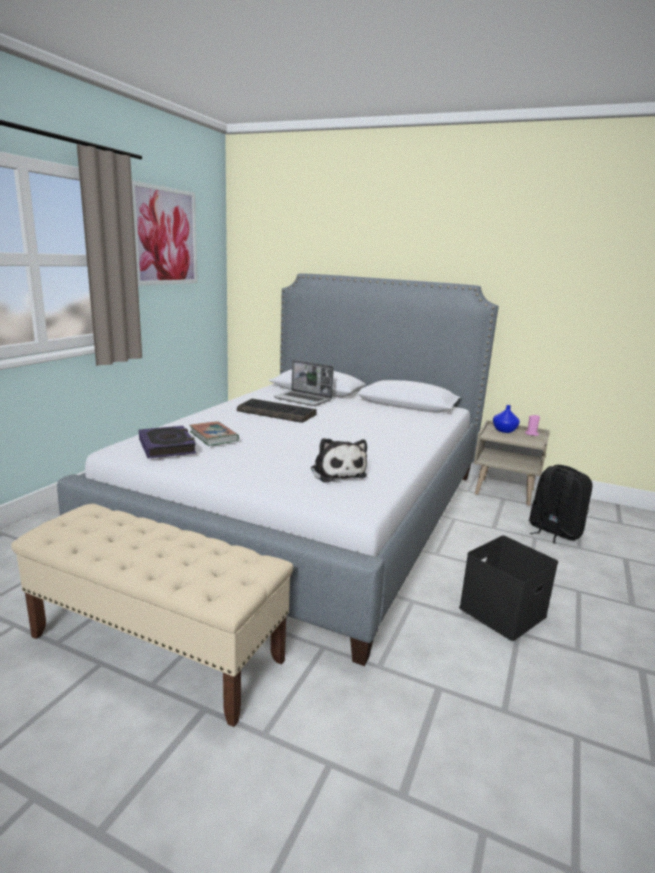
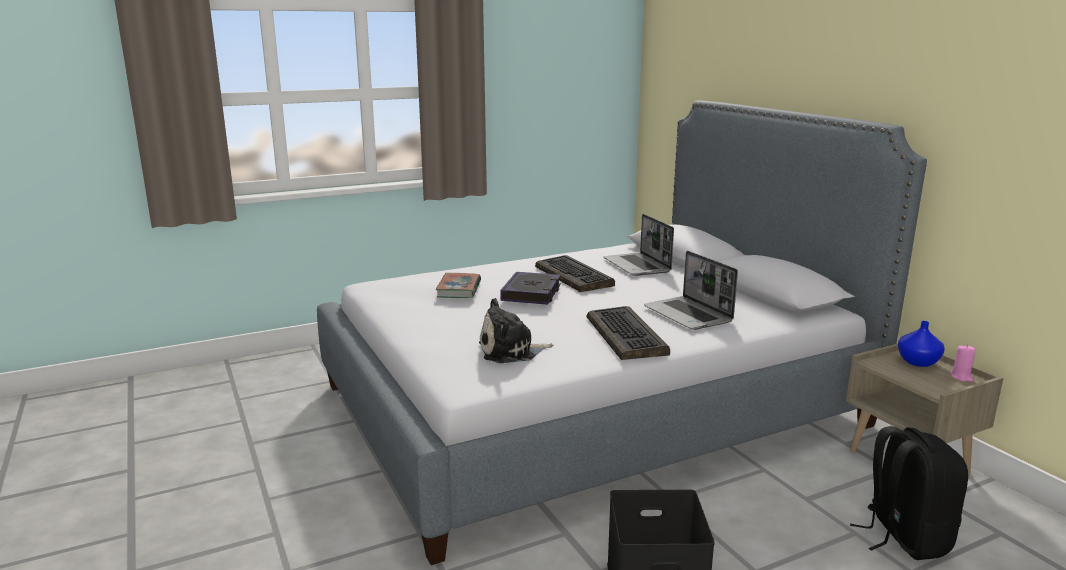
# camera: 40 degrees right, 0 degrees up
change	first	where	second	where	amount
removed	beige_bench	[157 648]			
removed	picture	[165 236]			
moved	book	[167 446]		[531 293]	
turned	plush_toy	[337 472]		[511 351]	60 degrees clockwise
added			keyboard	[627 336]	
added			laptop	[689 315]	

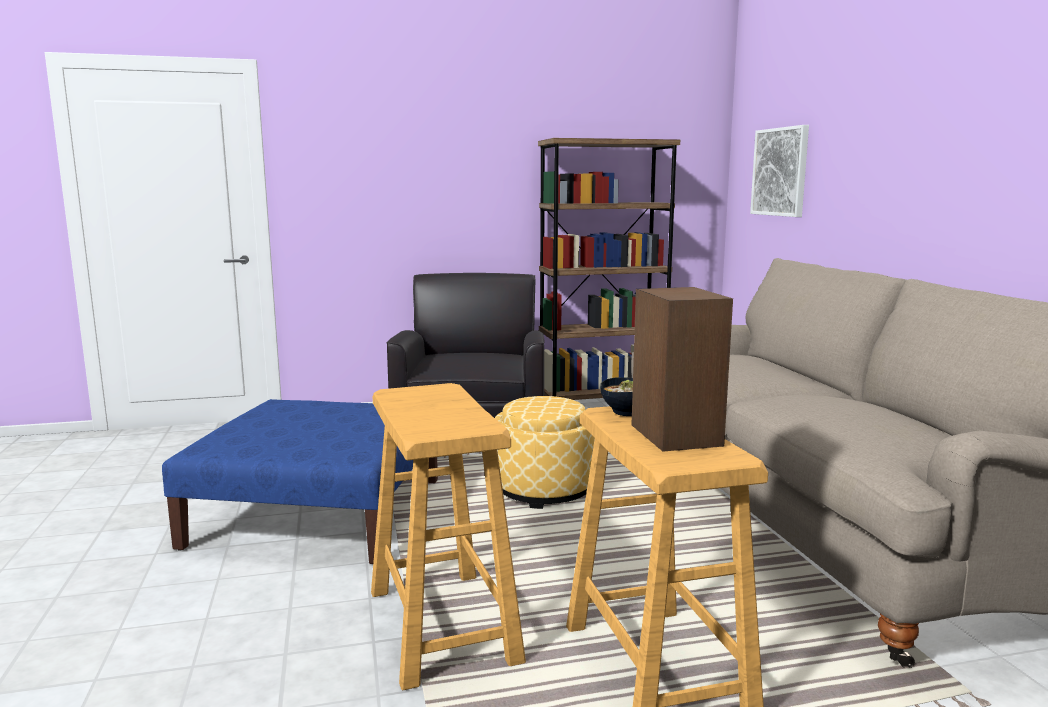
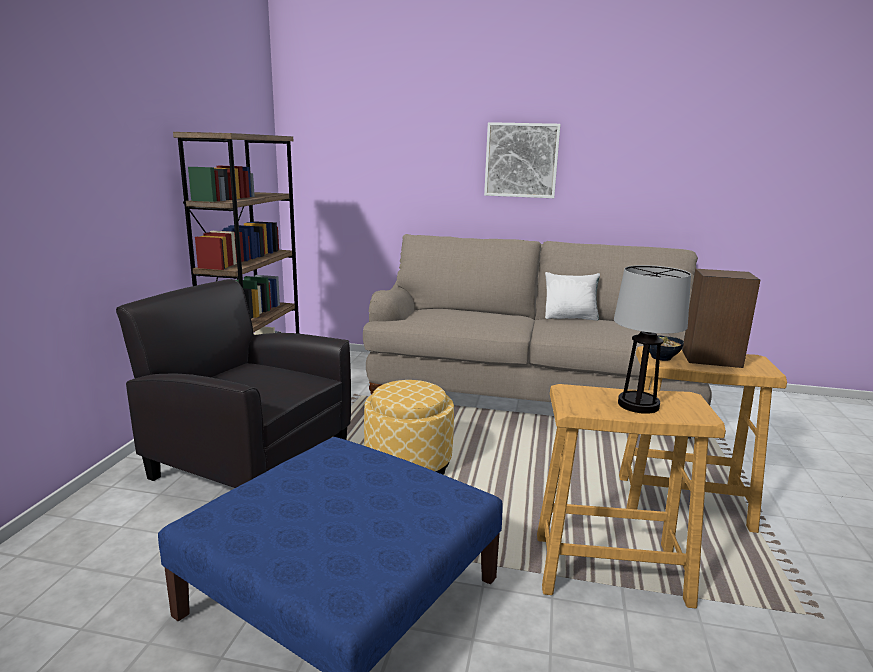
# camera: 65 degrees left, 5 degrees up
change	first	where	second	where	amount
moved	picture	[780 172]		[521 160]	
added			white_pillow	[570 318]	
added			table_lamp	[639 405]	

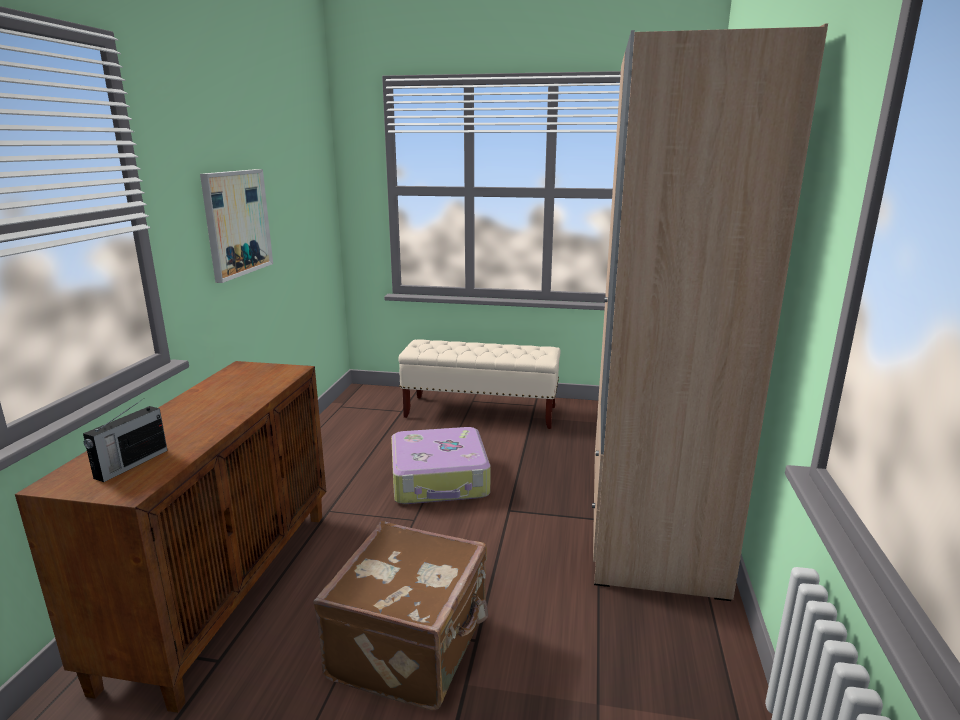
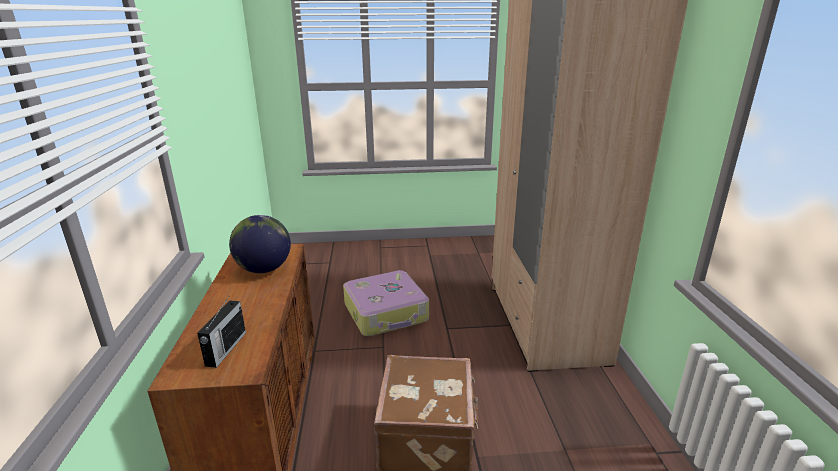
# camera: 15 degrees left, 5 degrees up
change	first	where	second	where	amount
removed	picture	[236 223]			
removed	beige_bench	[481 412]			
added			globe	[264 270]	

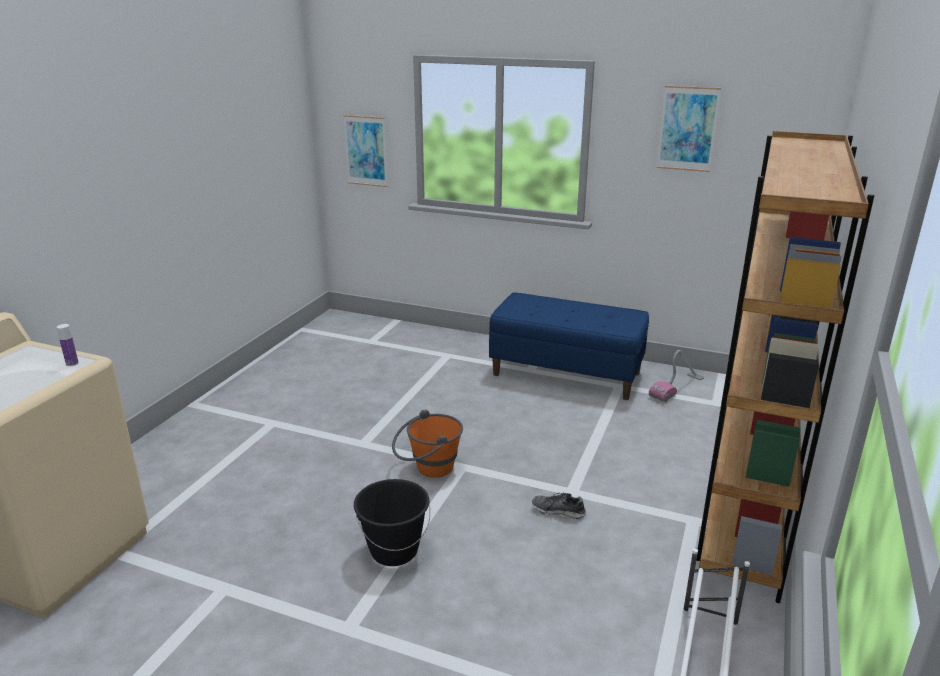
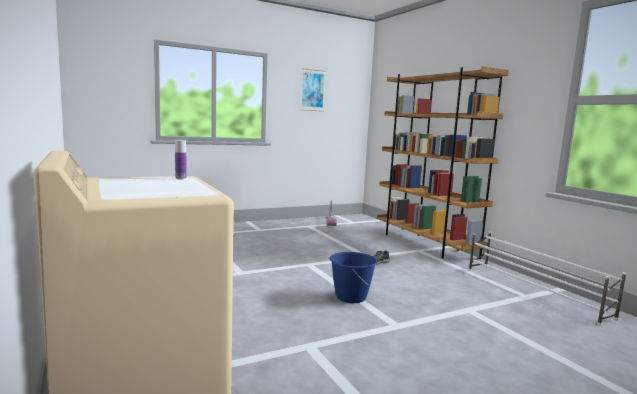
# camera: 50 degrees left, 15 degrees down
change	first	where	second	where	amount
removed	picture	[366 151]			
recoloured	black_bucket	[394 551]	blue_bucket	[350 297]	
removed	orange_bucket	[428 469]			
removed	blue_bench	[567 374]			

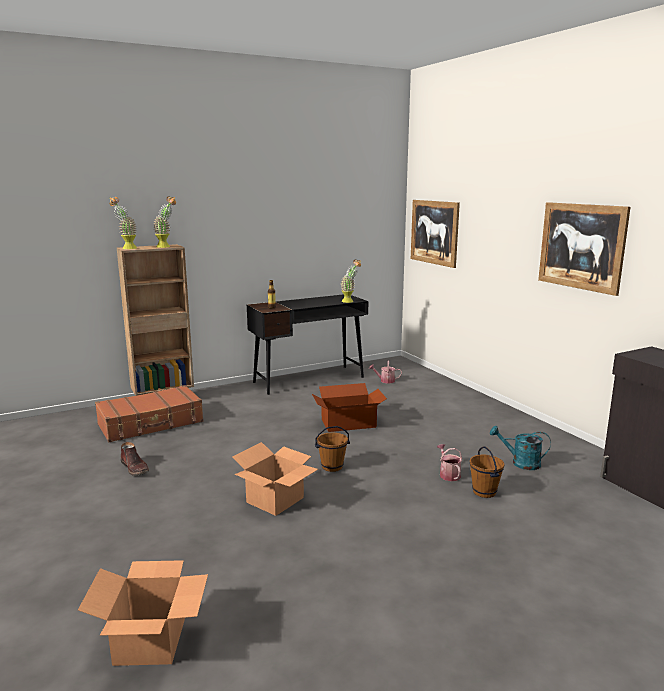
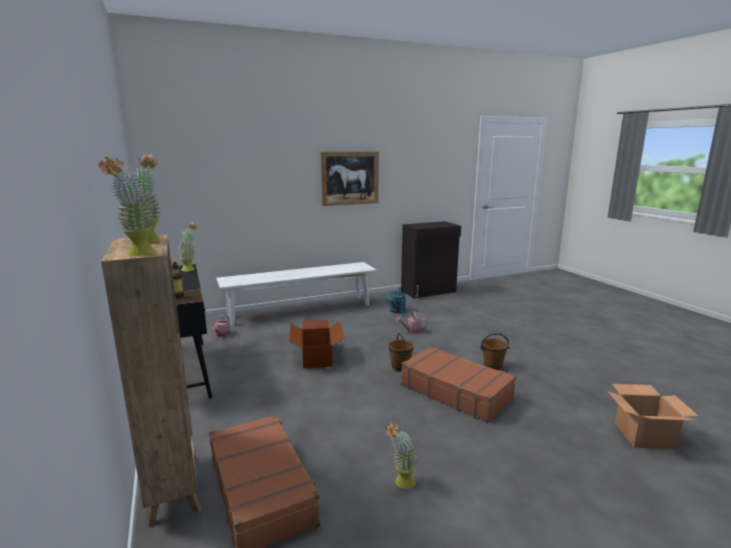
# camera: 85 degrees left, 0 degrees up
change	first	where	second	where	amount
replaced	brown_boot	[135 468]	potted_plant	[400 484]	
replaced	cardboard_box	[275 499]	brown_suitcase	[455 392]	
removed	picture	[434 232]			
moved	brown_bucket	[484 492]		[492 366]	
added			white_bench	[300 310]	

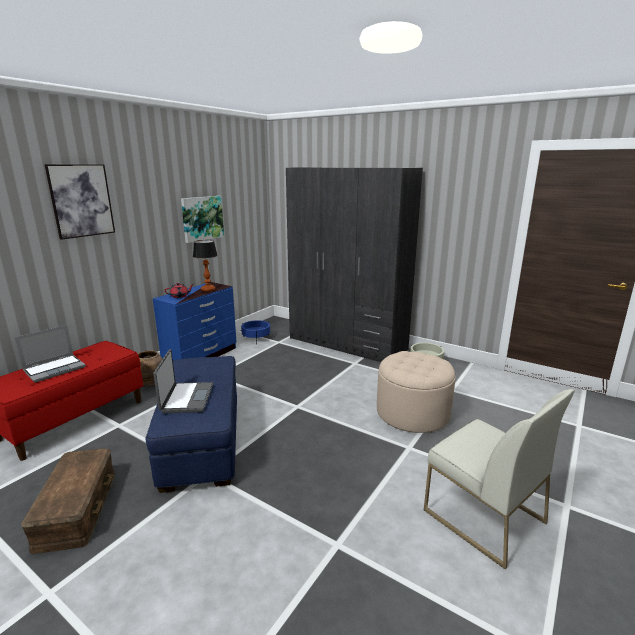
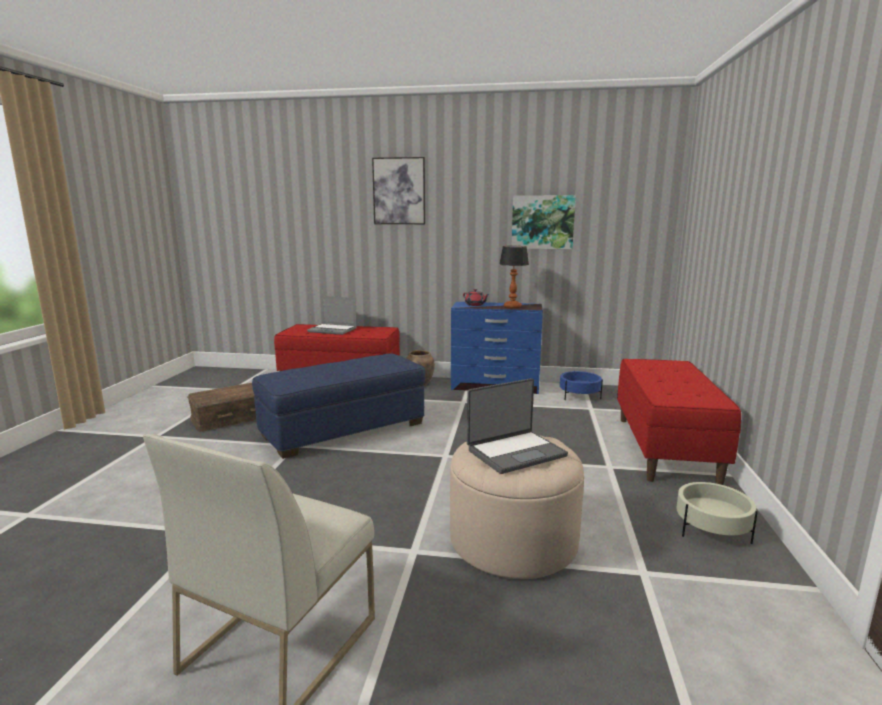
# camera: 65 degrees right, 5 degrees down
change	first	where	second	where	amount
moved	laptop	[186 398]		[515 452]	
replaced	grey_wardrobe	[347 343]	red_bench	[665 449]	

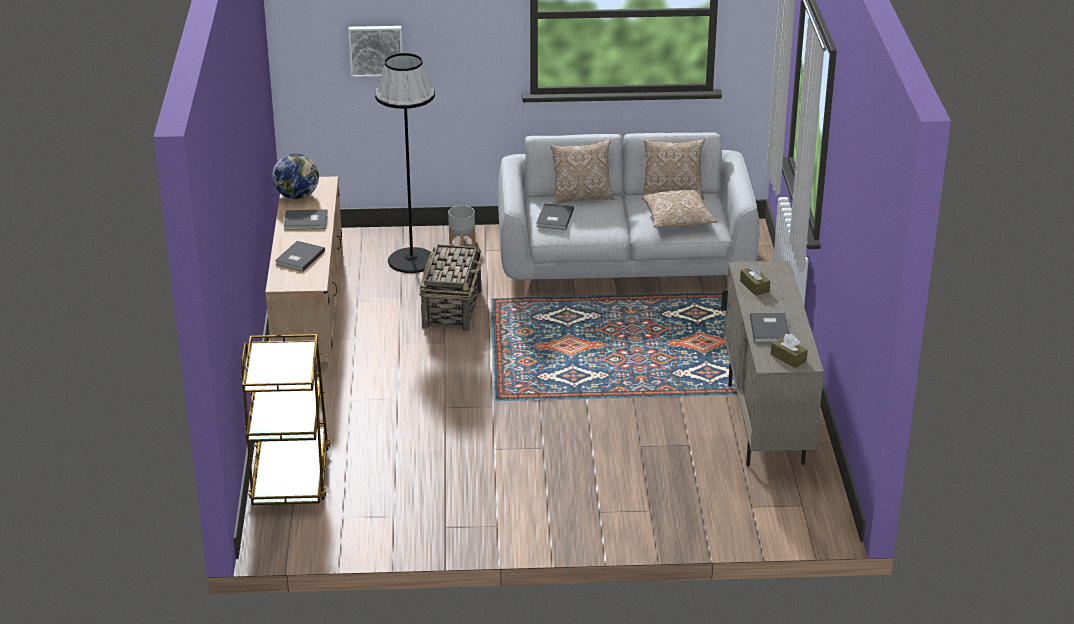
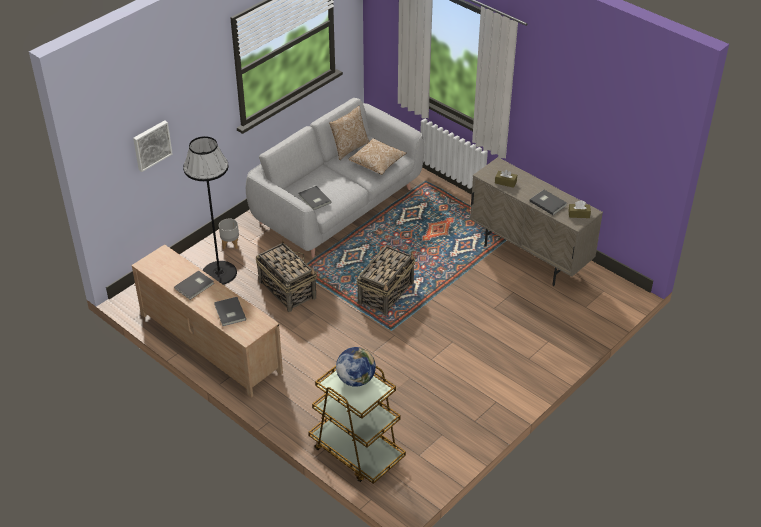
# camera: 45 degrees left, 10 degrees up
change	first	where	second	where	amount
moved	globe	[297 196]		[356 379]	
removed	pillow	[581 197]			
added			basket	[386 293]	

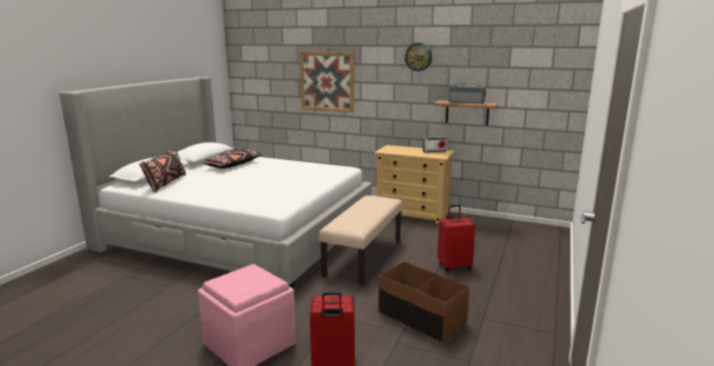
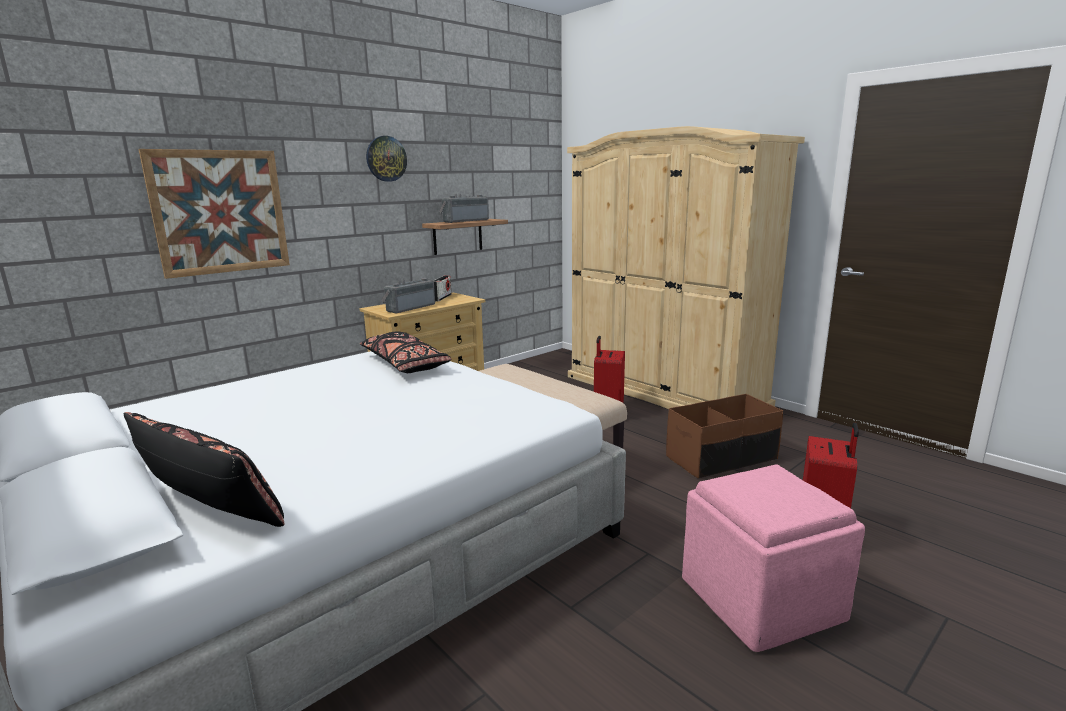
# camera: 65 degrees left, 0 degrees up
change	first	where	second	where	amount
moved	black_pillow	[233 165]		[405 364]	
added			radio	[409 308]	
added			beige_wardrobe	[663 390]	

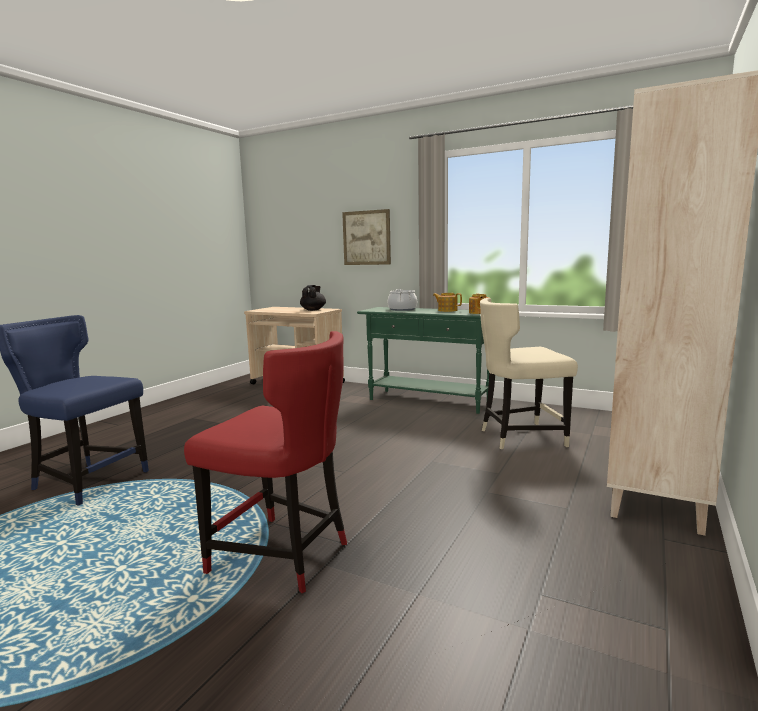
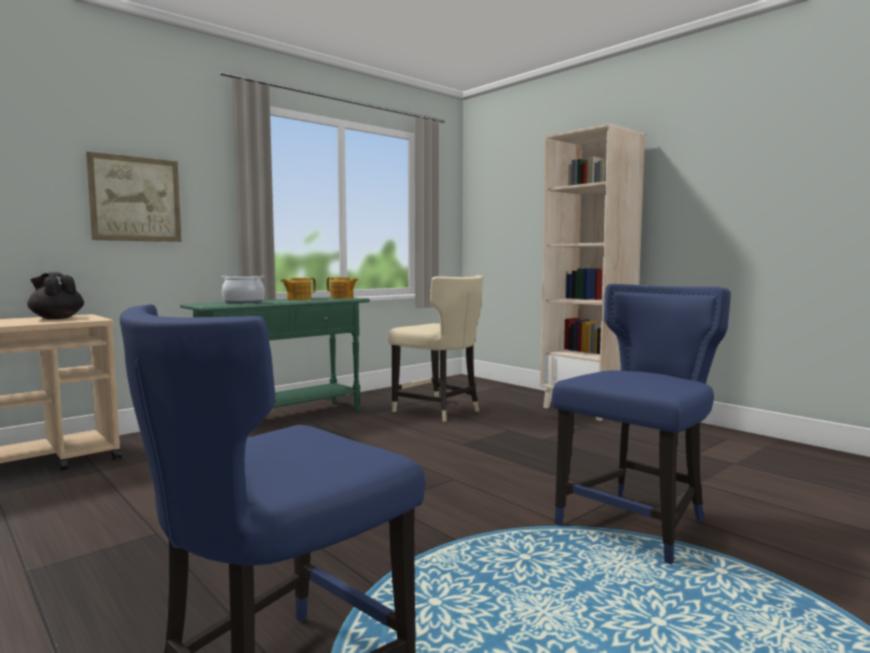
# camera: 70 degrees left, 5 degrees down
change	first	where	second	where	amount
recoloured	red_chair	[283 556]	blue_chair	[637 524]	
turned	beige_chair	[520 437]		[438 411]	60 degrees counterclockwise

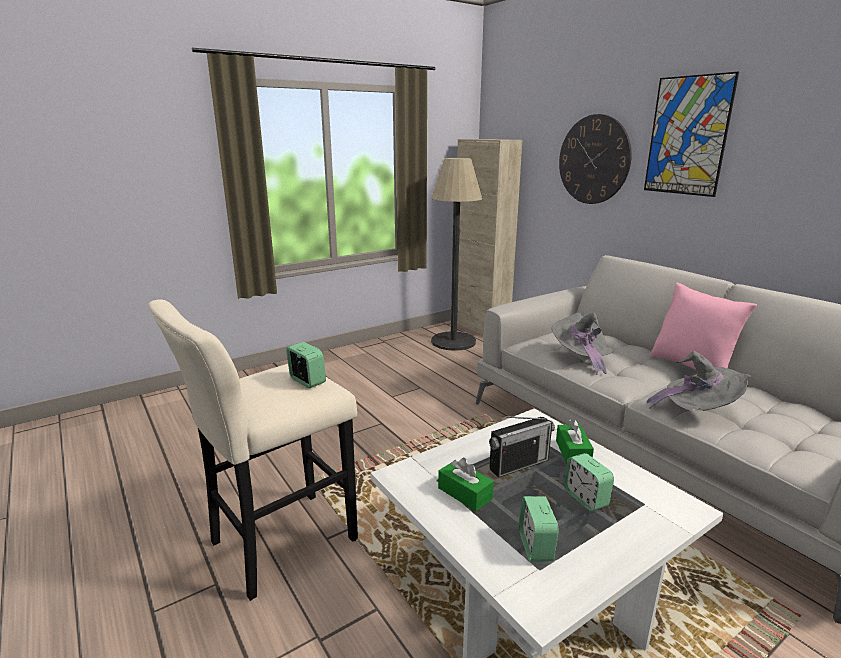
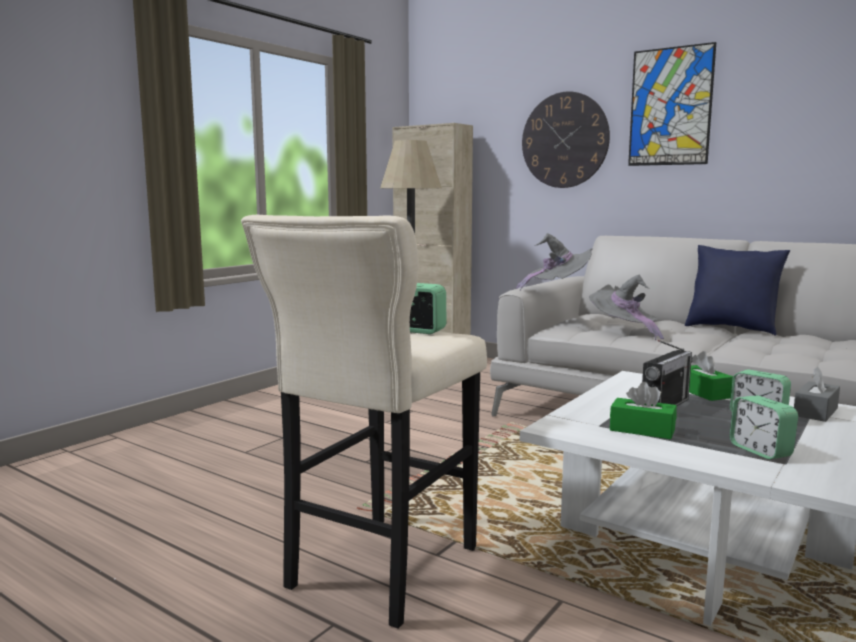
# camera: 20 degrees left, 10 degrees down
change	first	where	second	where	amount
moved	grey_hat	[697 410]		[557 289]	
recoloured	pink_pillow	[691 367]	blue_pillow	[731 329]	
added			grey_tissue_box	[815 412]	

